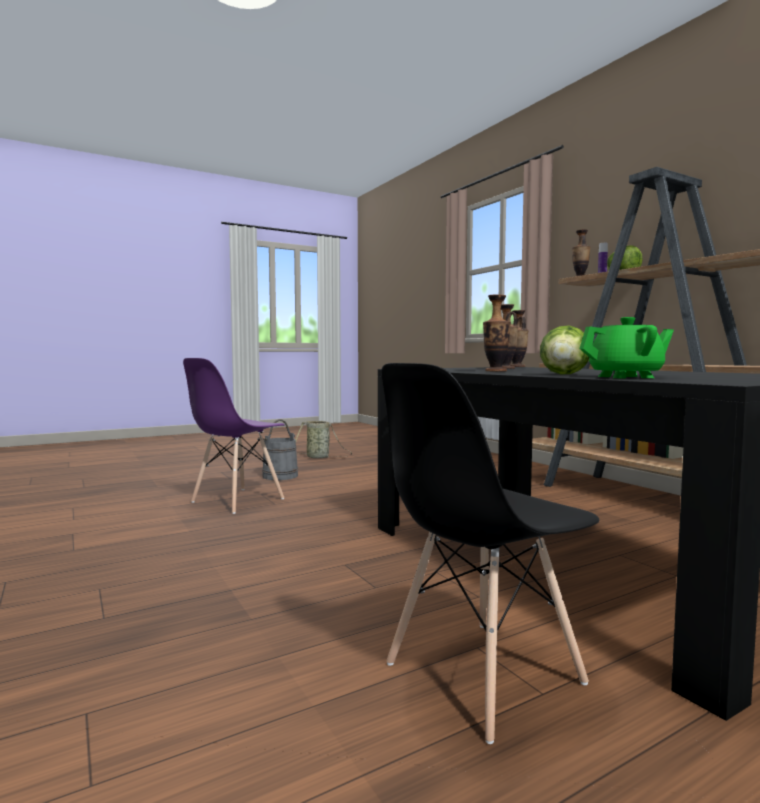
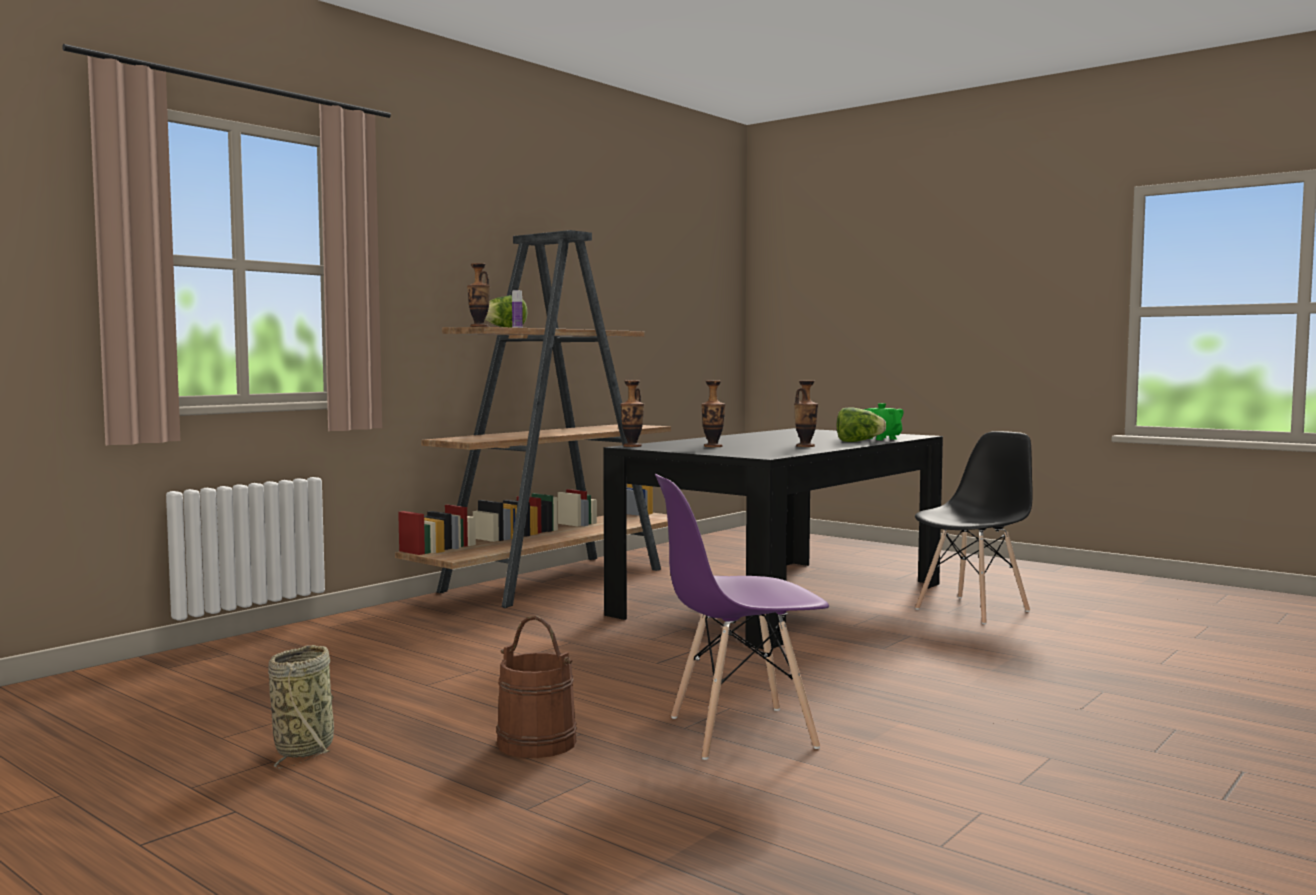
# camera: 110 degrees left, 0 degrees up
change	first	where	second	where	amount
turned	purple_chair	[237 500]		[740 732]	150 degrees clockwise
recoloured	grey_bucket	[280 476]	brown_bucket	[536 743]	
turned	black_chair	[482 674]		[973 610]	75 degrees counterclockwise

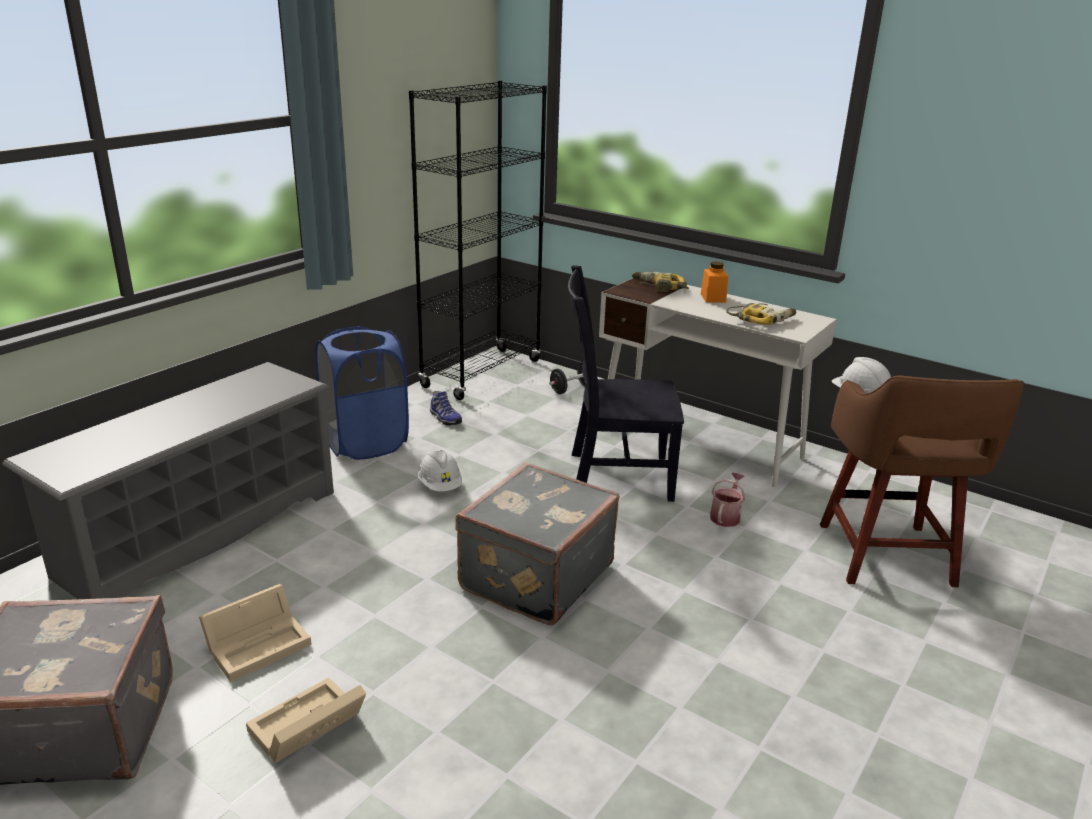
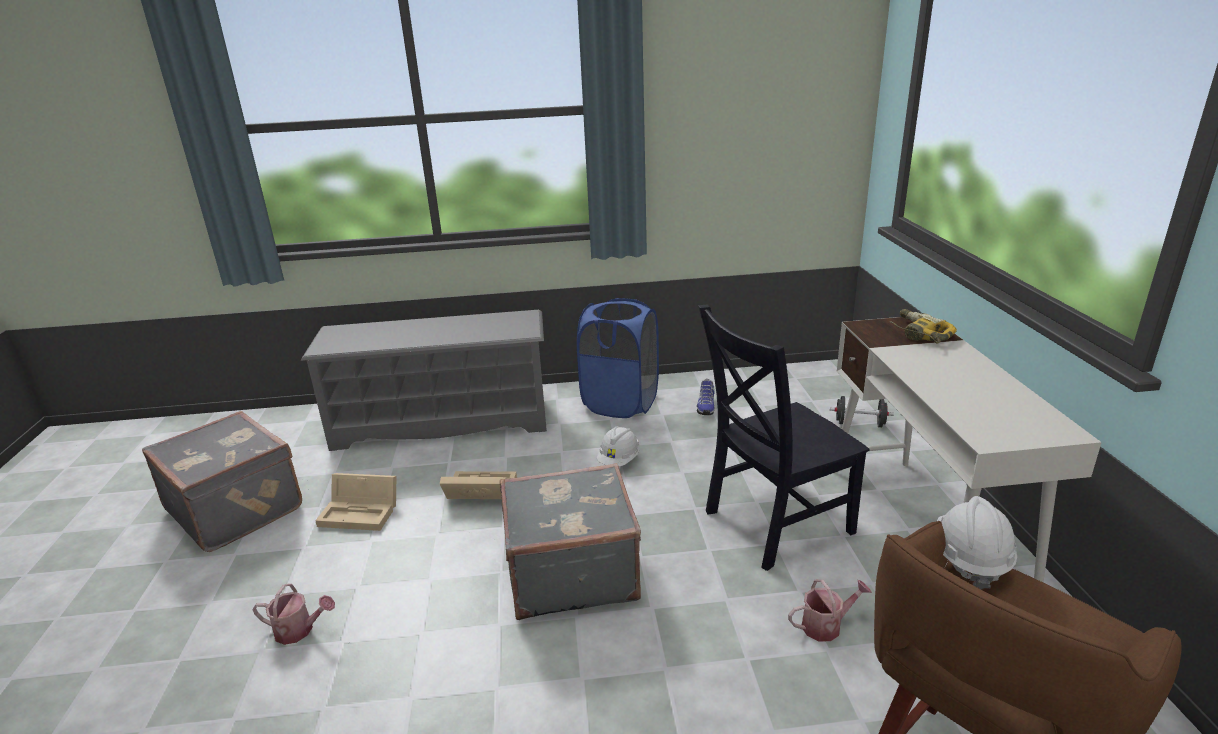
# camera: 50 degrees right, 0 degrees up
change	first	where	second	where	amount
moved	beige_storage_box	[306 729]		[479 492]	
removed	black_bookcase	[481 373]			
turned	black_chair	[615 476]		[773 524]	75 degrees counterclockwise
removed	orange_jar	[713 298]			
removed	power_drill	[762 319]			
added			watering_can	[299 630]	

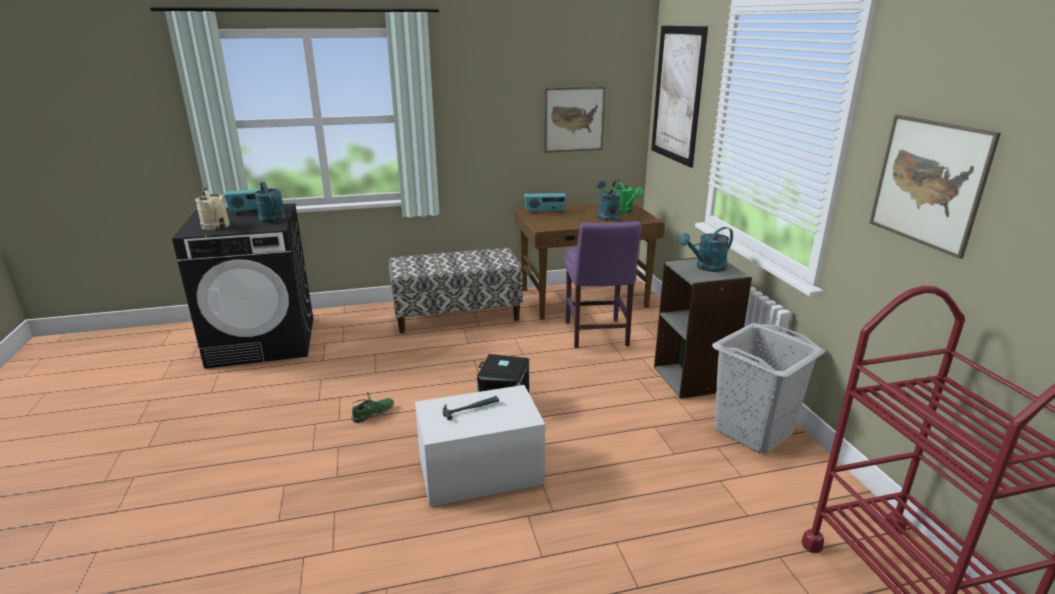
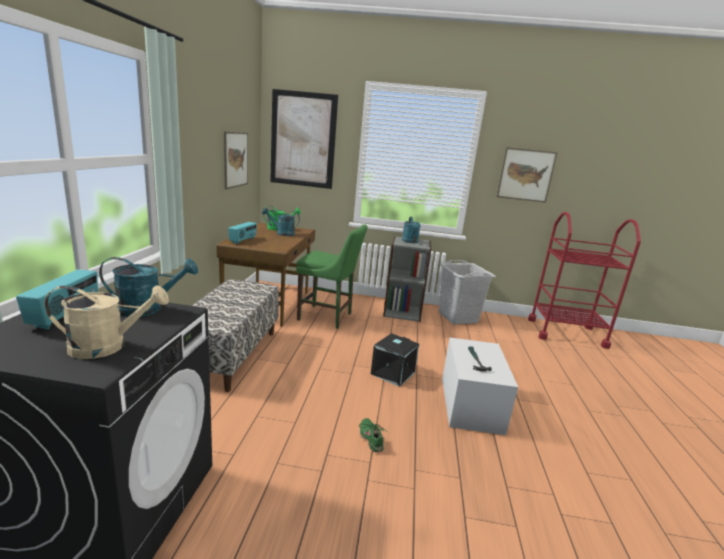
# camera: 70 degrees left, 5 degrees down
change	first	where	second	where	amount
recoloured	purple_chair	[596 335]	green_chair	[327 317]	

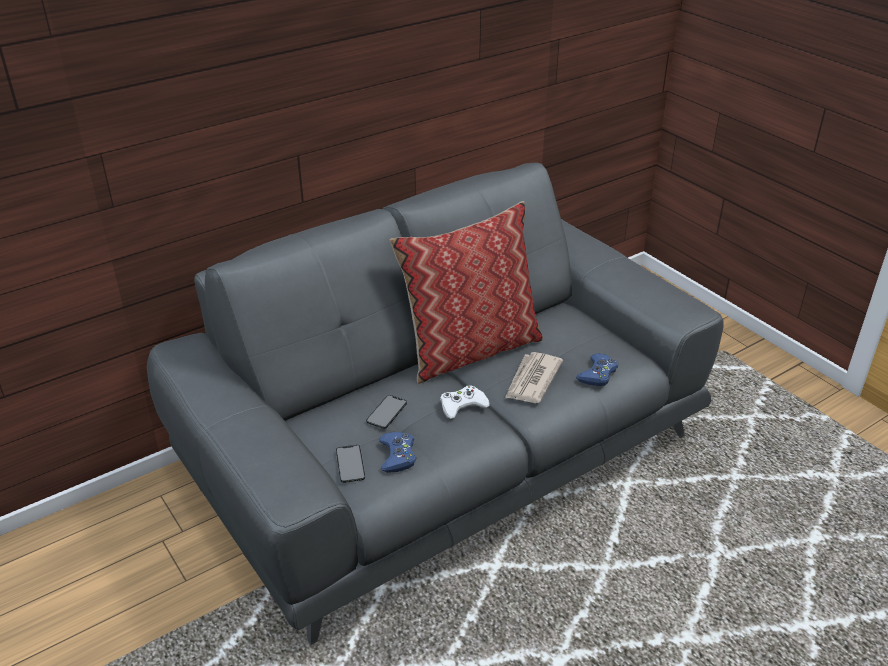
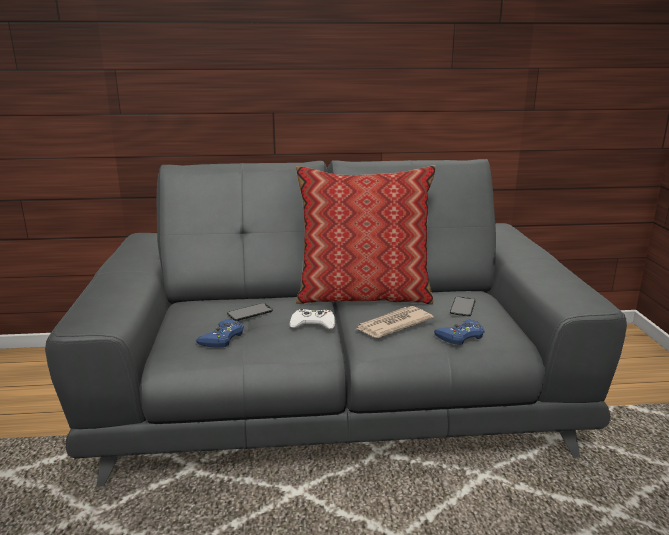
# camera: 30 degrees right, 15 degrees down
change	first	where	second	where	amount
moved	phone	[350 464]		[462 306]	

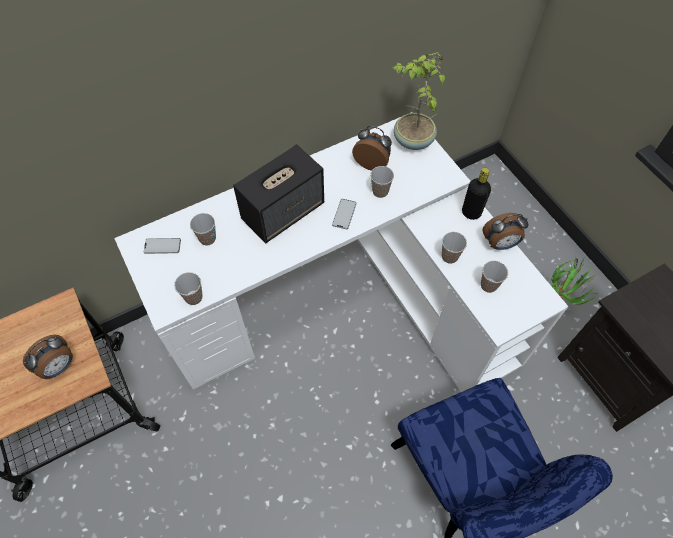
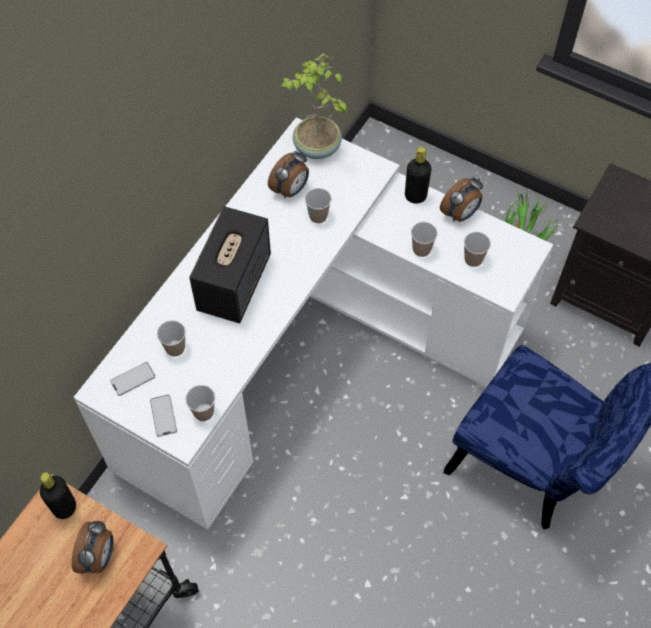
# camera: 30 degrees left, 0 degrees up
change	first	where	second	where	amount
moved	phone	[344 214]		[163 416]	
turned	alarm_clock	[372 163]		[291 190]	135 degrees clockwise
added			black_bottle	[65 507]	

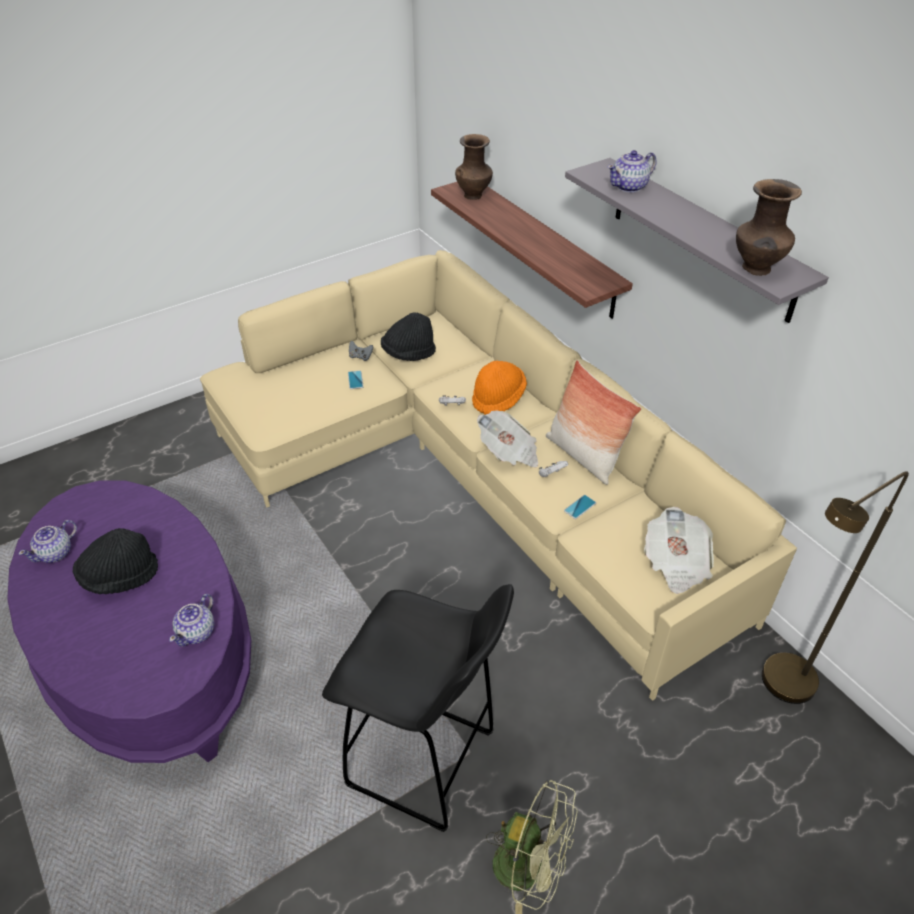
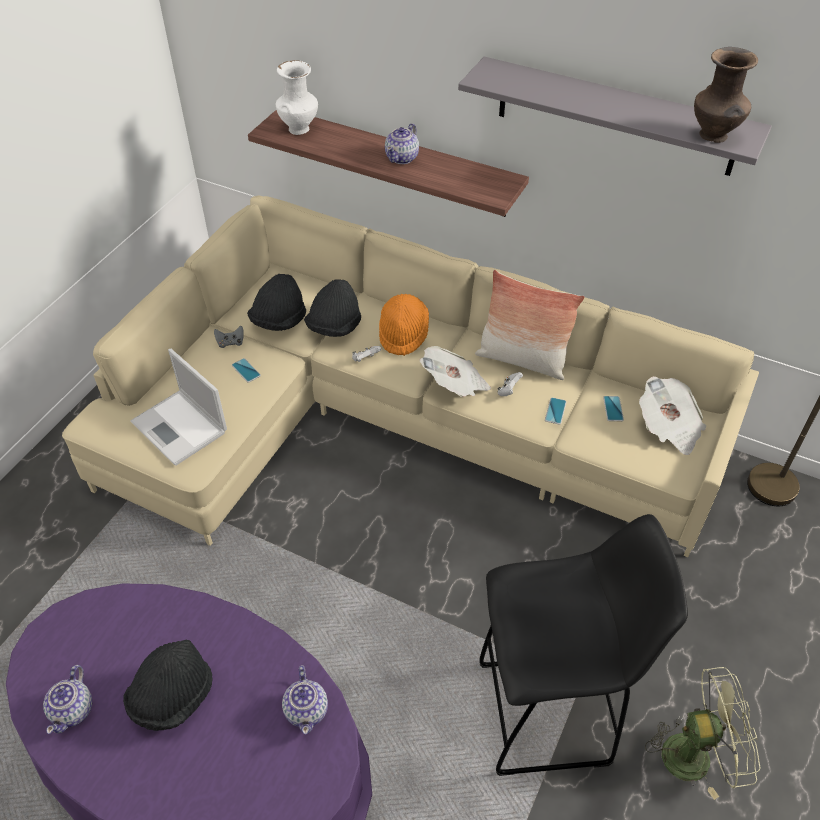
# camera: 30 degrees left, 5 degrees up
change	first	where	second	where	amount
recoloured	brown_vase	[473 195]	white_vase	[299 128]	
moved	teapot	[629 187]		[402 157]	
added			laptop	[180 428]	
added			black_hat	[334 326]	
added			phone	[613 409]	

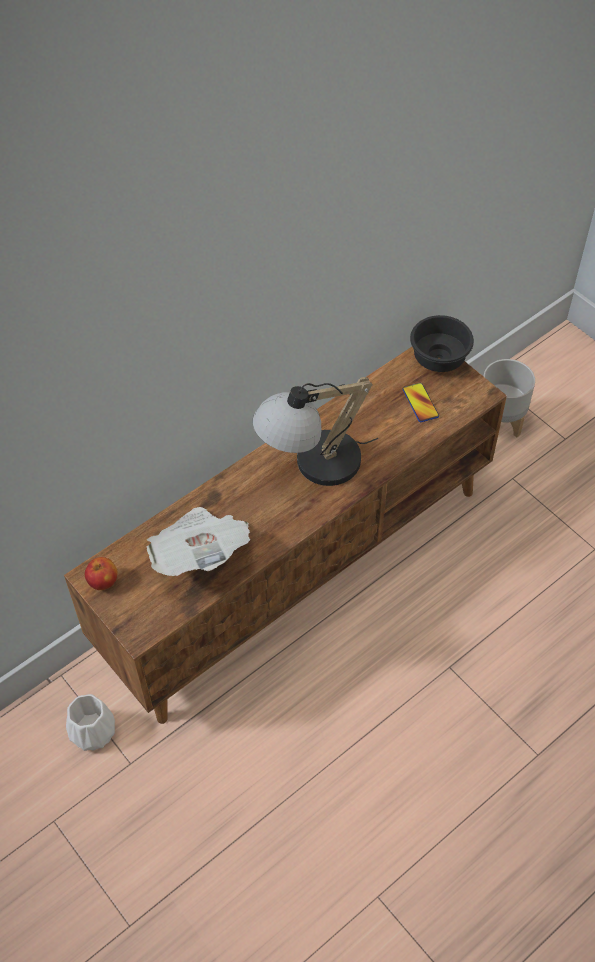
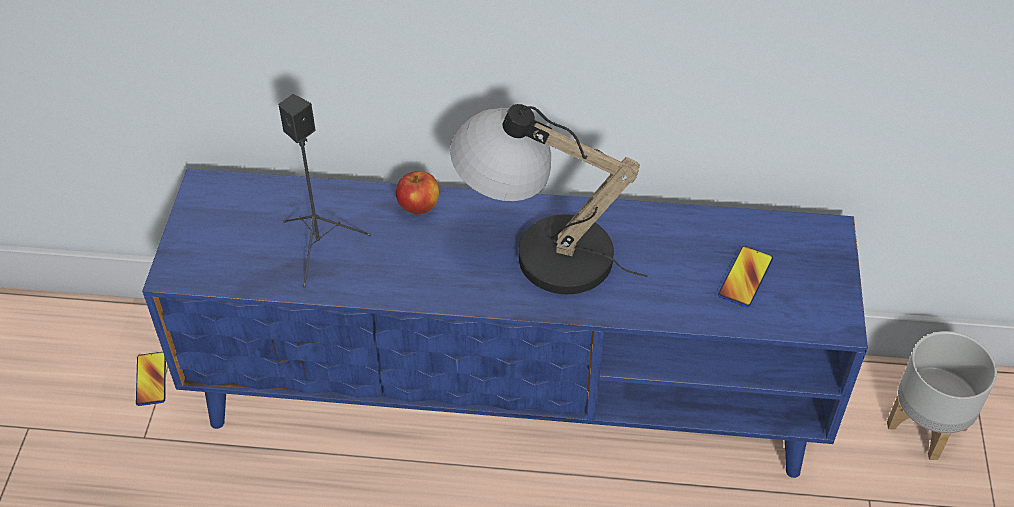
# camera: 45 degrees right, 5 degrees down
change	first	where	second	where	amount
recoloured	brown_tv_stand	[298 569]	blue_tv_stand	[509 395]	
replaced	white_vase	[93 730]	phone	[151 379]	
moved	apple	[103 581]		[418 206]	
replaced	newspaper	[199 555]	black_speaker	[320 246]	
removed	black_bowl	[437 358]			

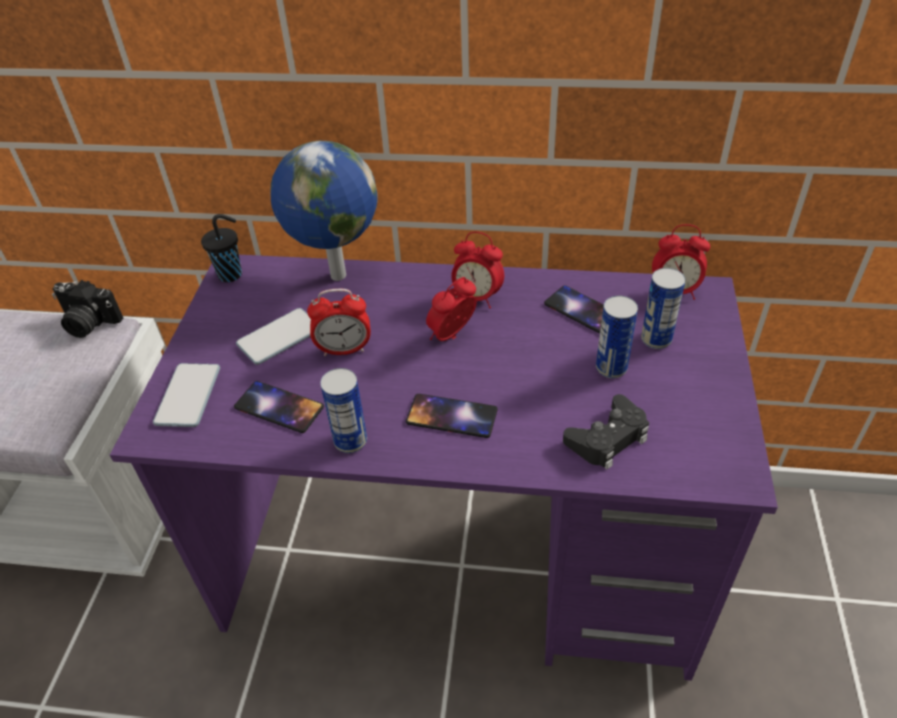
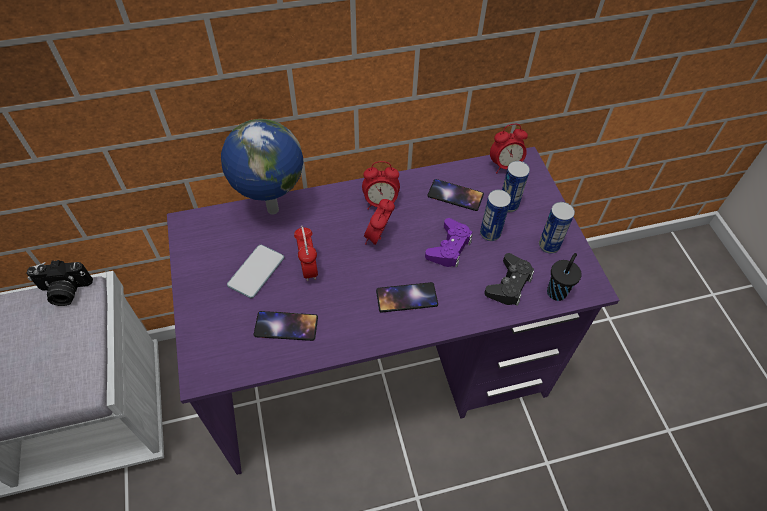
# camera: 25 degrees left, 10 degrees up
change	first	where	second	where	amount
removed	phone	[188 396]			
moved	black_cup	[231 274]		[557 291]	
turned	alarm_clock	[344 350]		[309 268]	75 degrees counterclockwise
moved	can	[350 441]		[549 245]	
added			purple_game_controller	[449 247]	

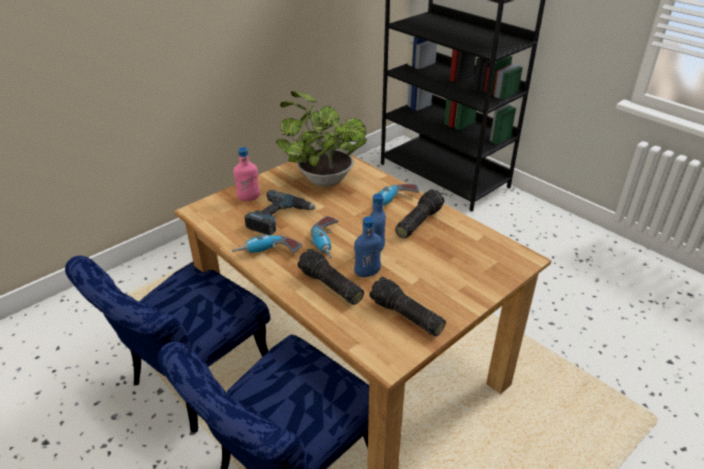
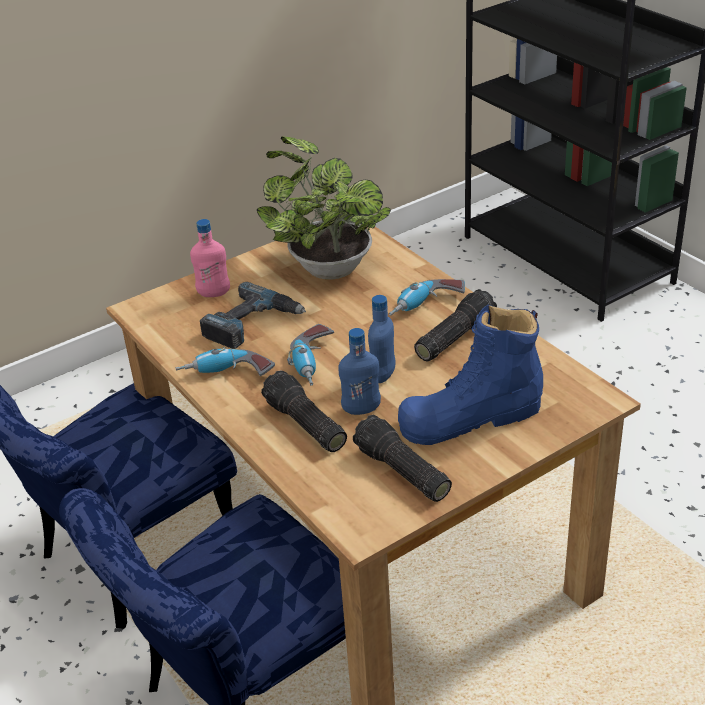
# camera: 10 degrees right, 0 degrees up
change	first	where	second	where	amount
added			blue_boot	[471 418]	

